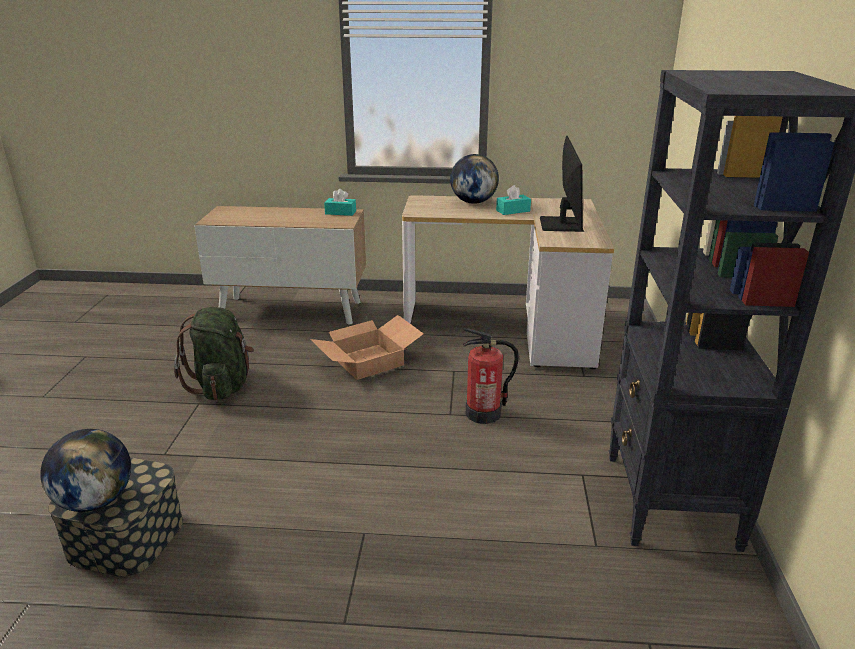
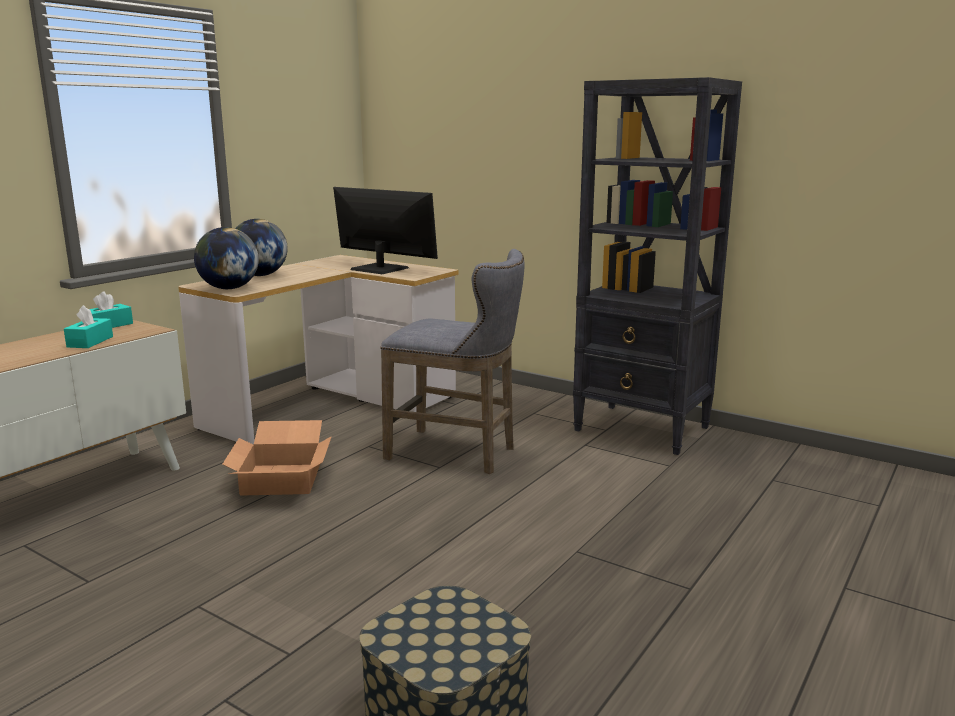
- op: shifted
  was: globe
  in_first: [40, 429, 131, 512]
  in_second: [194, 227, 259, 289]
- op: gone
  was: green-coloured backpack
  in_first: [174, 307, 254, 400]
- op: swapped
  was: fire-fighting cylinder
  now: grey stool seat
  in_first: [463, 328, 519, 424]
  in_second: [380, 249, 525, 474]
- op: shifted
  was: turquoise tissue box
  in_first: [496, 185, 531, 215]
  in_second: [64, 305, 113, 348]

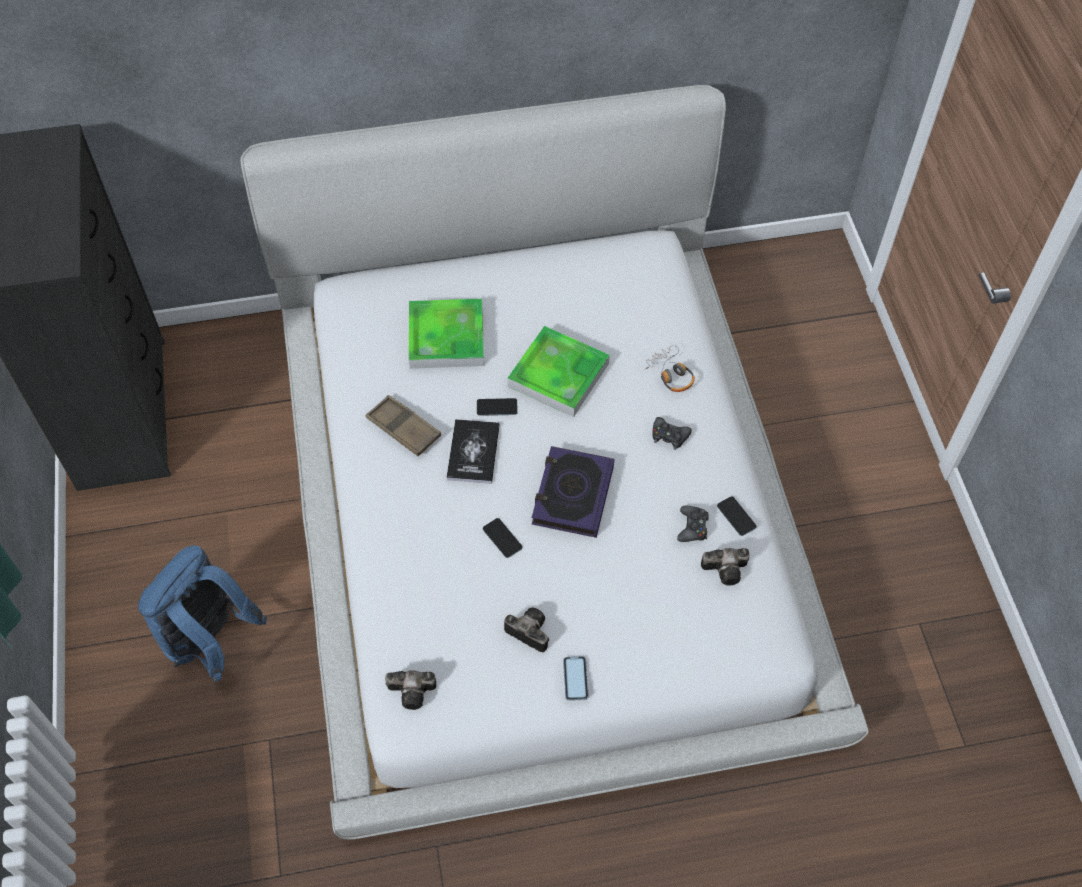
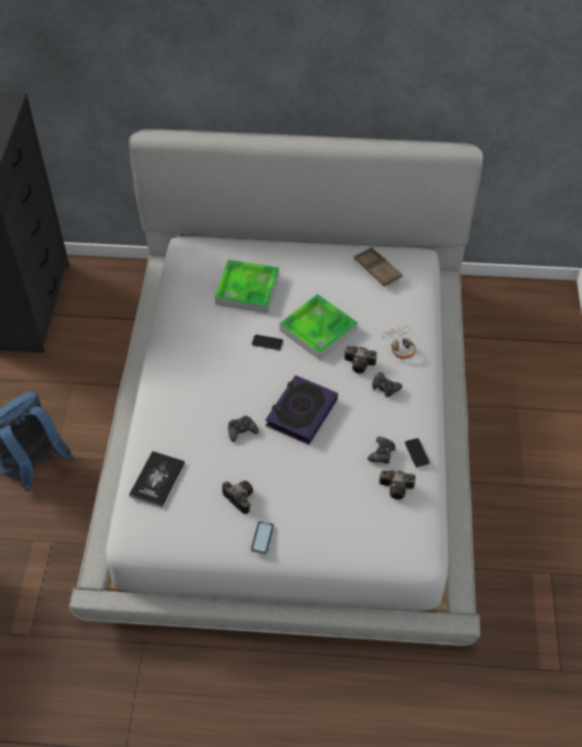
- op: shifted
  was: brownish serving tray
  in_first: [366, 395, 441, 456]
  in_second: [354, 247, 402, 286]
- op: shifted
  was: photo camera
  in_first: [385, 670, 436, 710]
  in_second: [344, 347, 377, 374]
- op: shifted
  was: volume
  in_first: [446, 419, 500, 484]
  in_second: [129, 451, 185, 507]
- op: swapped
  was: telephone
  now: blackish game controller
  in_first: [483, 518, 522, 558]
  in_second: [228, 416, 259, 442]

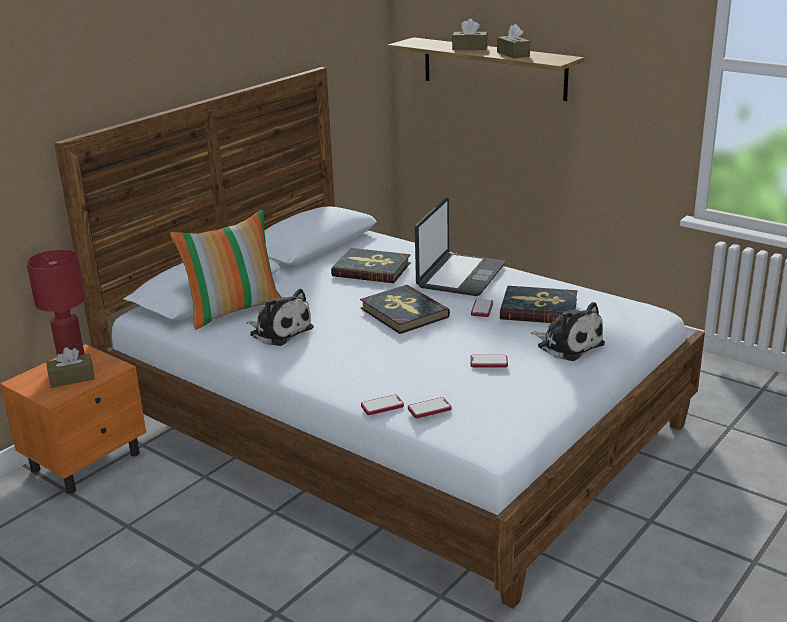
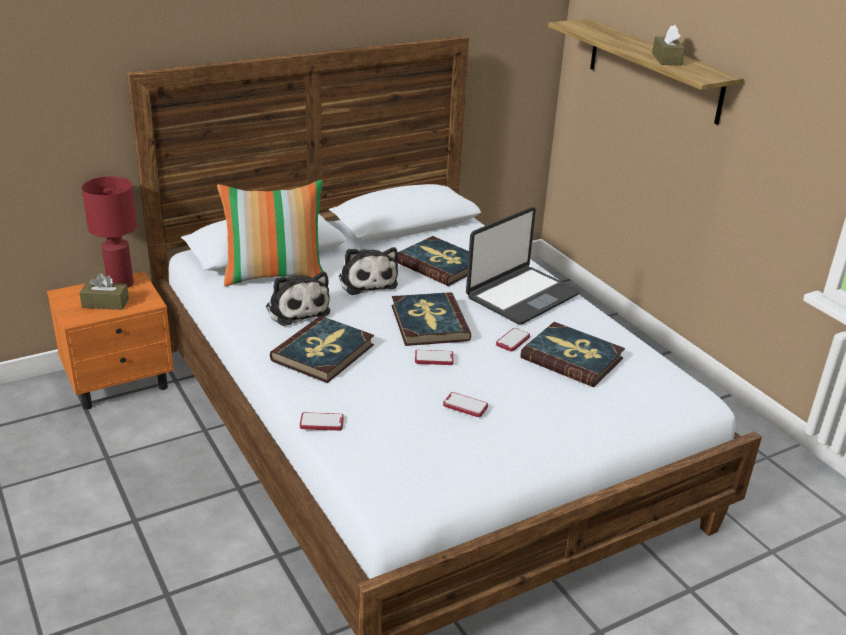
- op: shifted
  was: telephone
  in_first: [408, 397, 451, 418]
  in_second: [415, 350, 454, 365]
- op: gone
  was: brownish tissue box
  in_first: [452, 19, 488, 50]
- op: shifted
  was: cuddly toy
  in_first: [531, 302, 605, 361]
  in_second: [339, 247, 398, 295]
- op: new
  now: volume
  in_second: [270, 316, 374, 383]

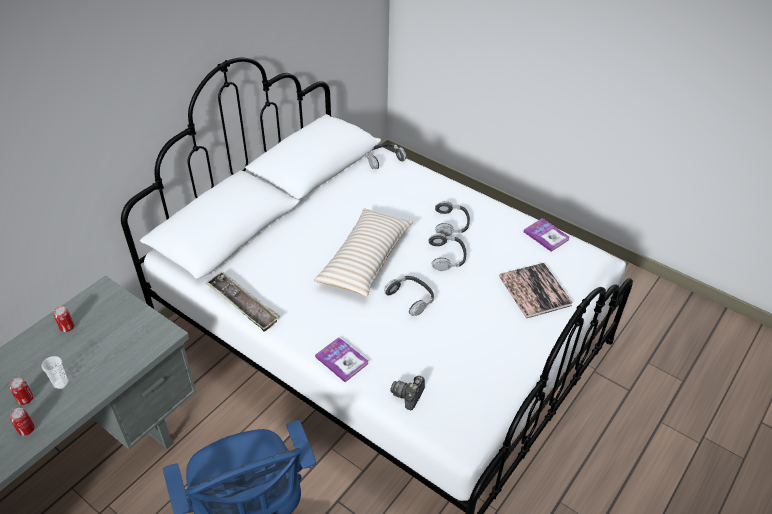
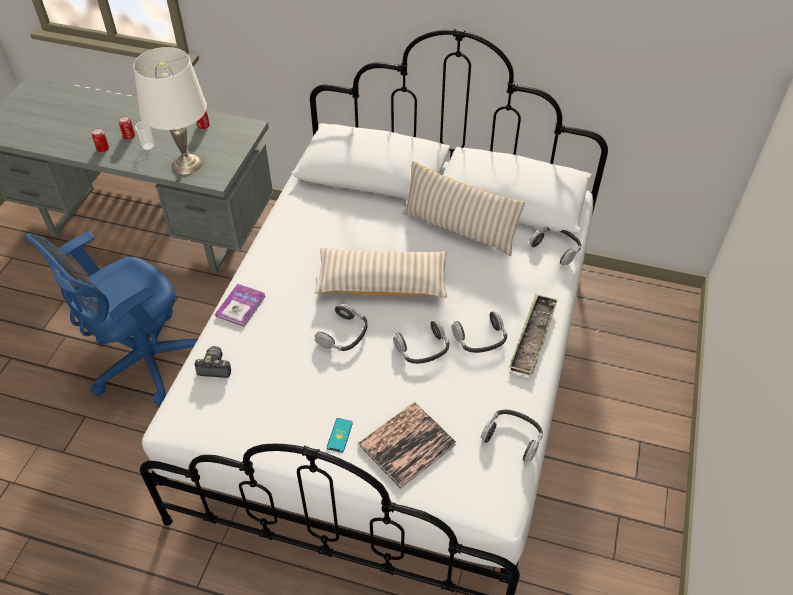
- op: shifted
  was: serving tray
  in_first: [205, 271, 280, 332]
  in_second: [509, 294, 558, 375]
- op: swapped
  was: volume
  now: pair of headphones
  in_first: [524, 218, 570, 252]
  in_second: [481, 410, 543, 462]
- op: new
  now: whitish tabletop lamp
  in_second: [133, 47, 207, 175]
- op: new
  now: telephone
  in_second: [327, 418, 353, 453]
- op: new
  now: beige pillow
  in_second: [402, 161, 525, 256]

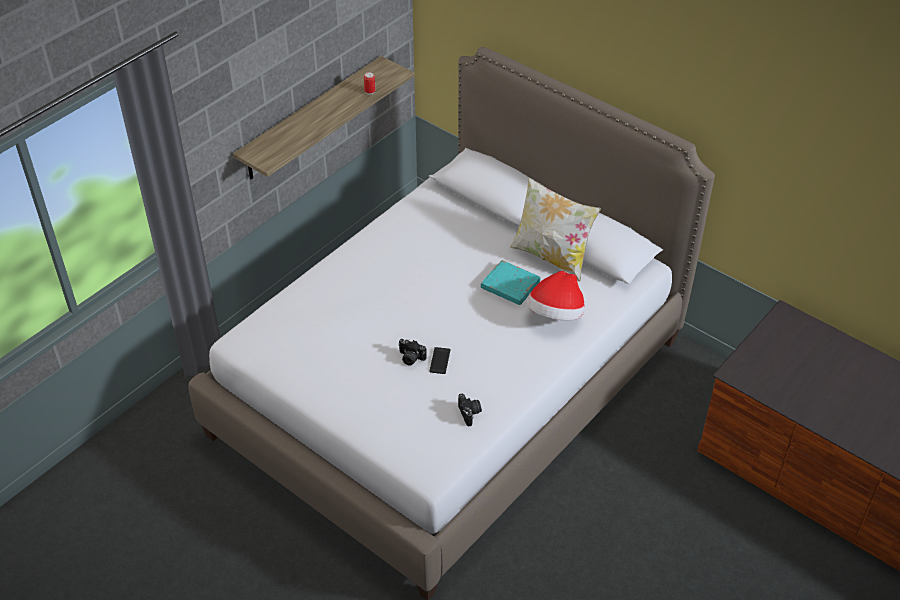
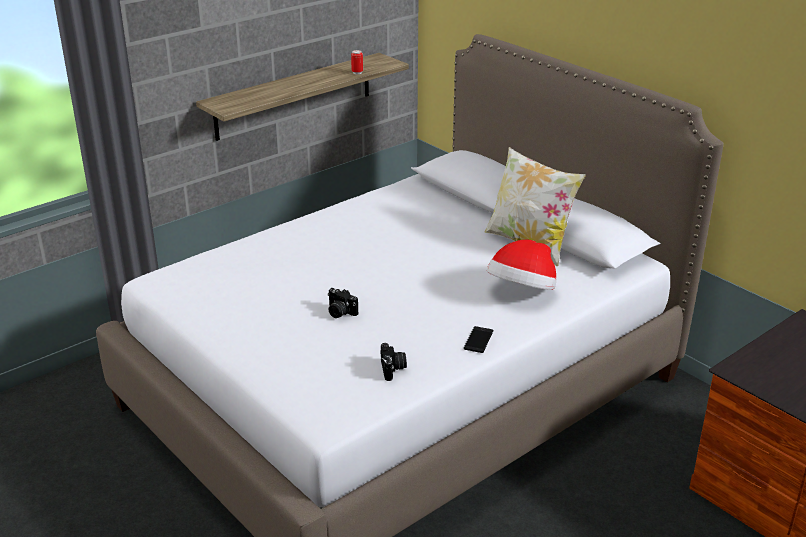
- op: shifted
  was: telephone
  in_first: [429, 347, 450, 374]
  in_second: [464, 326, 493, 353]
- op: gone
  was: turquoise volume
  in_first: [481, 260, 541, 305]

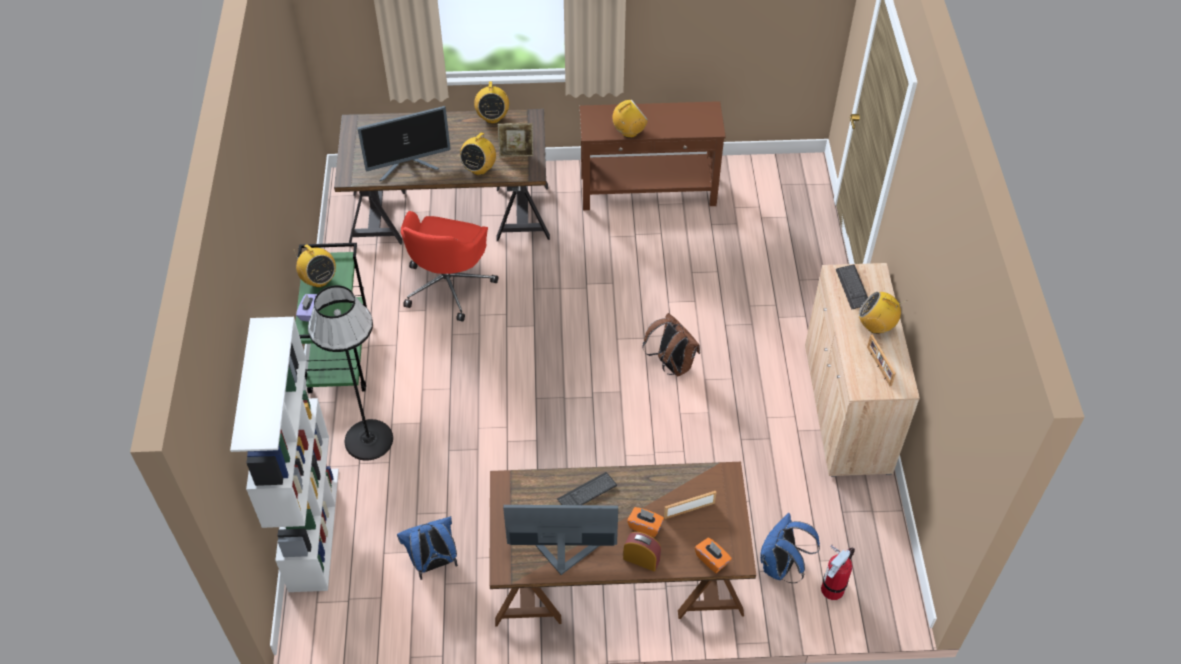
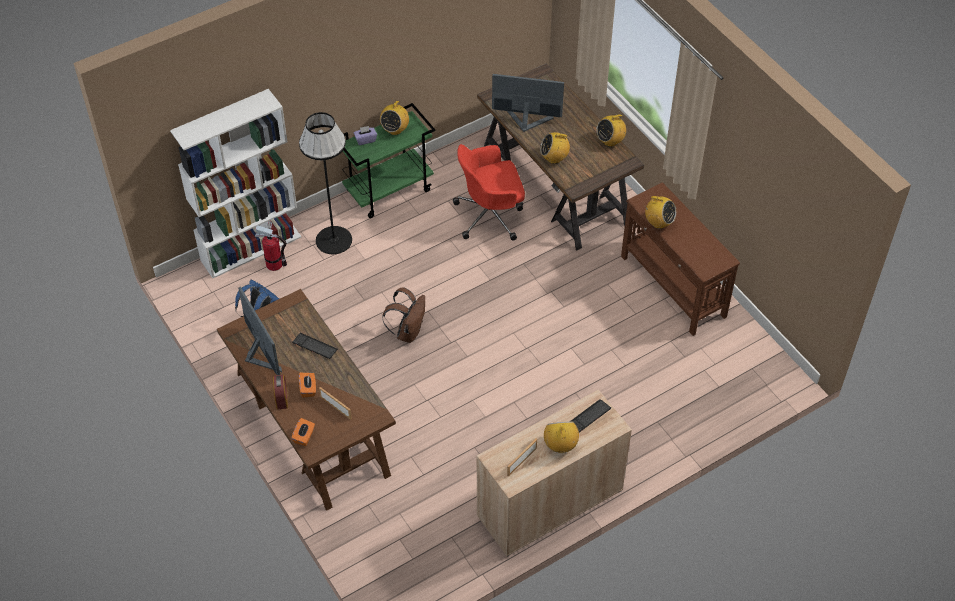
- op: rotated
  was: monitor
  in_first: [357, 106, 451, 181]
  in_second: [492, 74, 564, 132]
  clockwise: 150
- op: gone
  was: picture frame
  in_first: [498, 123, 533, 157]
- op: shifted
  was: brownish backpack
  in_first: [642, 313, 700, 376]
  in_second: [382, 287, 425, 343]
- op: gone
  was: blue-coloured backpack
  in_first: [760, 513, 820, 583]
- op: shifted
  was: fire-fighting cylinder
  in_first: [821, 545, 855, 600]
  in_second: [255, 221, 287, 271]

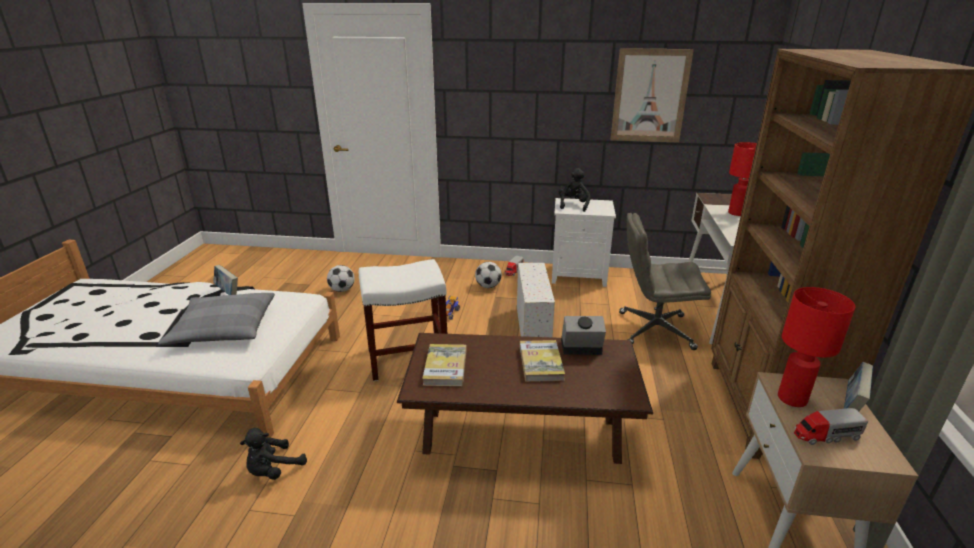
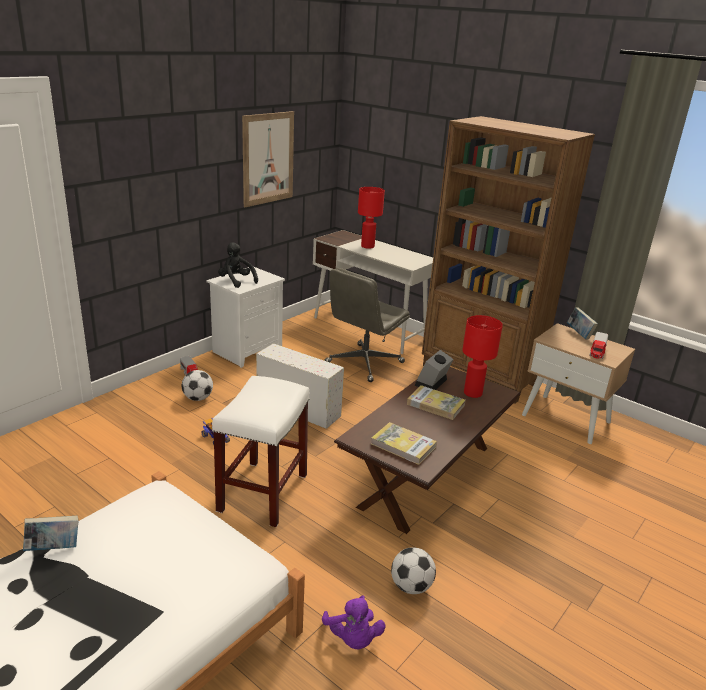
- op: gone
  was: grey pillow
  in_first: [158, 293, 275, 345]
- op: repainted
  was: blackish cuddly toy
  now: purple-coloured cuddly toy
  in_first: [240, 428, 307, 480]
  in_second: [322, 595, 386, 649]
- op: shifted
  was: football ball
  in_first: [327, 265, 355, 292]
  in_second: [391, 547, 436, 594]
- op: shifted
  was: red tabletop lamp
  in_first: [778, 287, 855, 407]
  in_second: [462, 315, 503, 398]

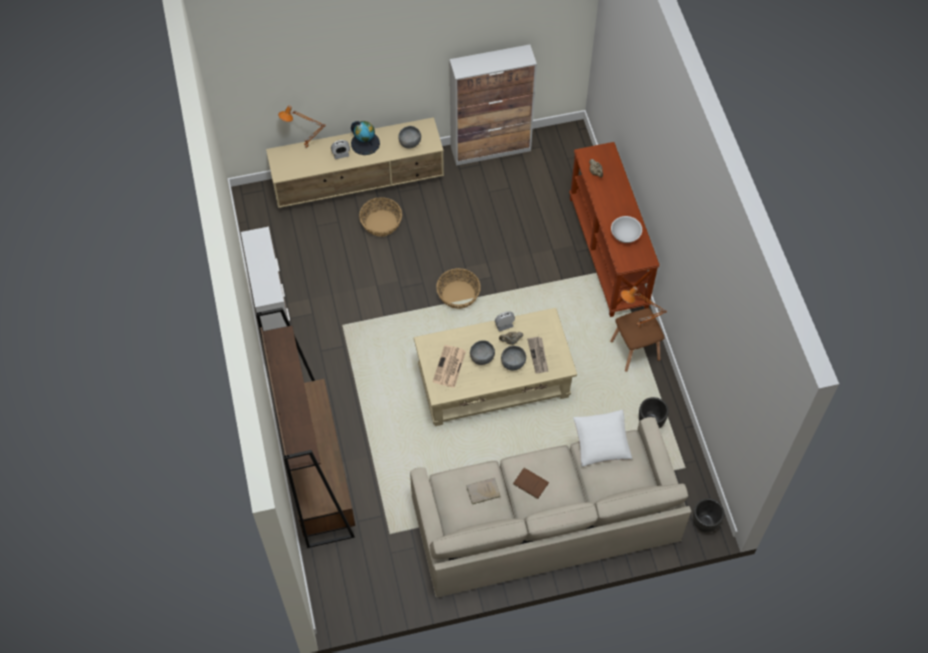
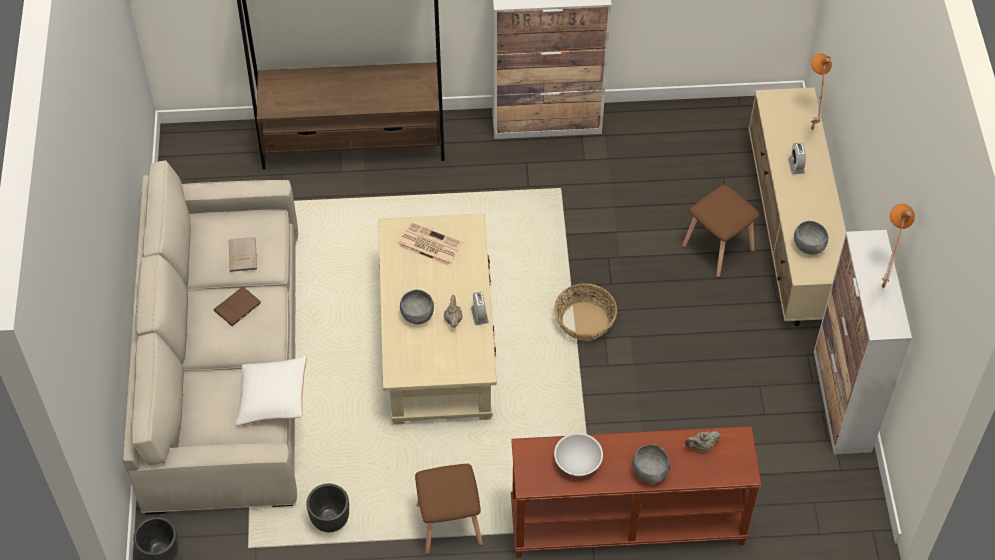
- op: gone
  was: globe
  in_first: [351, 121, 380, 155]
- op: swapped
  was: household basket
  now: brownish stool seat
  in_first: [359, 197, 402, 237]
  in_second: [682, 185, 760, 278]
- op: shifted
  was: grey serving bowl
  in_first: [470, 340, 495, 365]
  in_second: [633, 444, 670, 484]
- op: gone
  was: newspaper
  in_first: [527, 337, 548, 373]
- op: shifted
  was: orange-coloured tabletop lamp
  in_first: [621, 286, 667, 327]
  in_second: [882, 204, 915, 290]

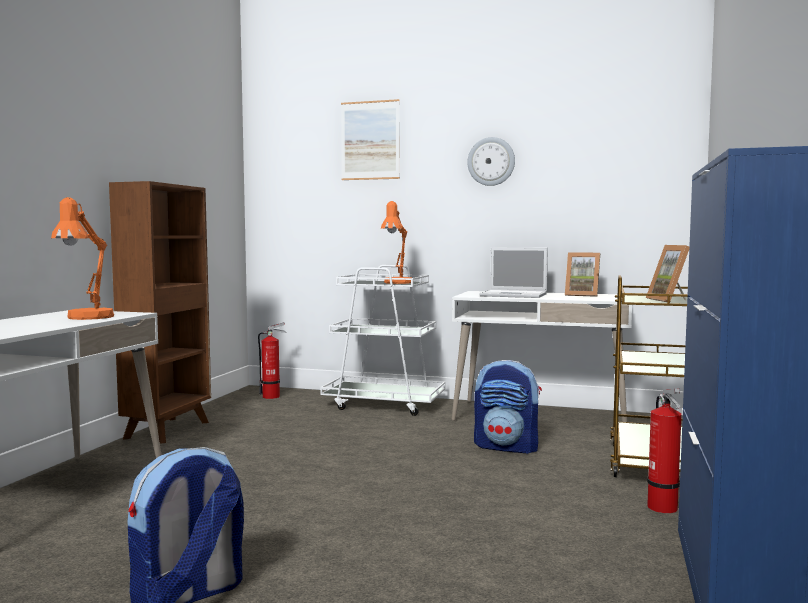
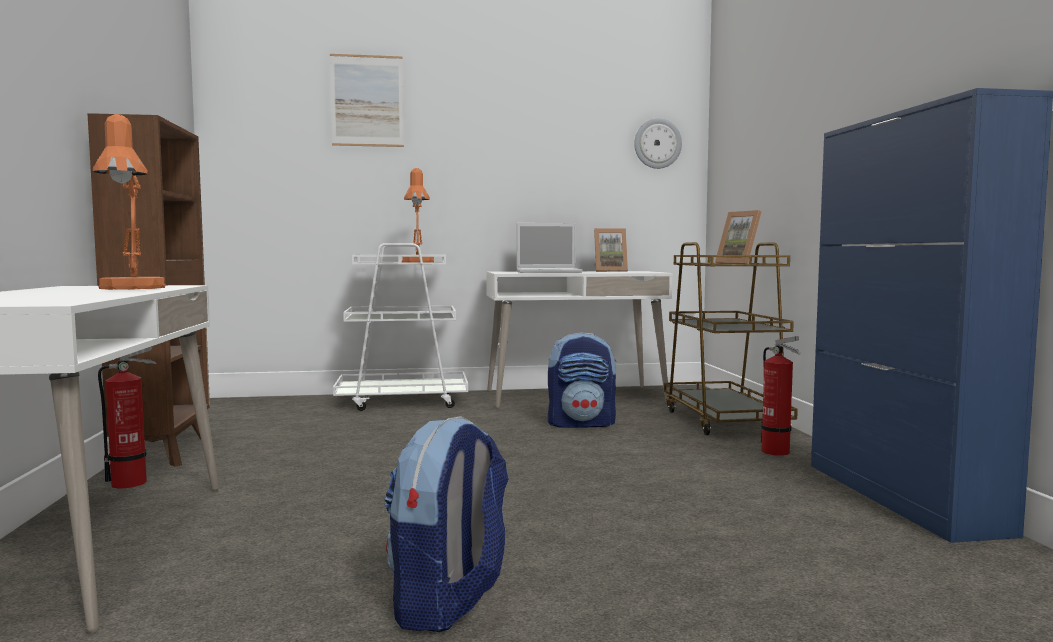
- op: shifted
  was: fire-fighting cylinder
  in_first: [258, 322, 287, 399]
  in_second: [98, 346, 157, 488]
- op: shifted
  was: clock on the wall
  in_first: [467, 137, 515, 186]
  in_second: [634, 118, 682, 169]

